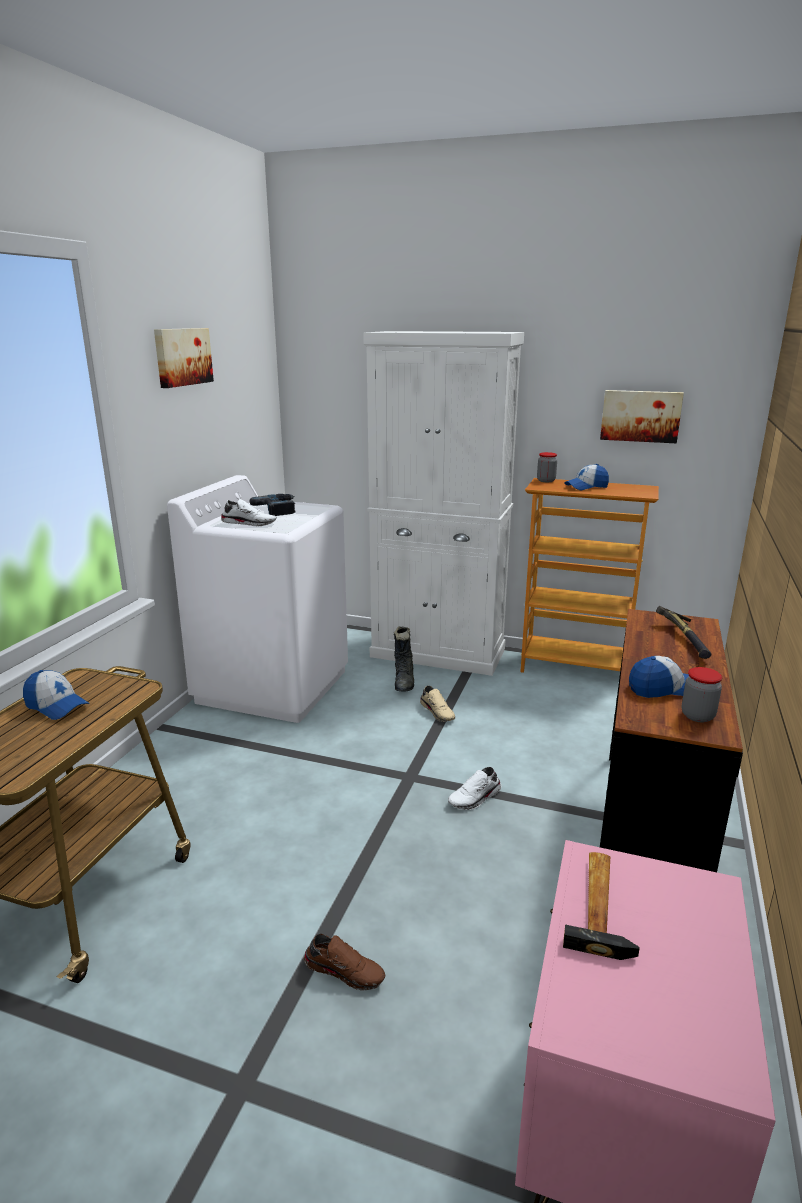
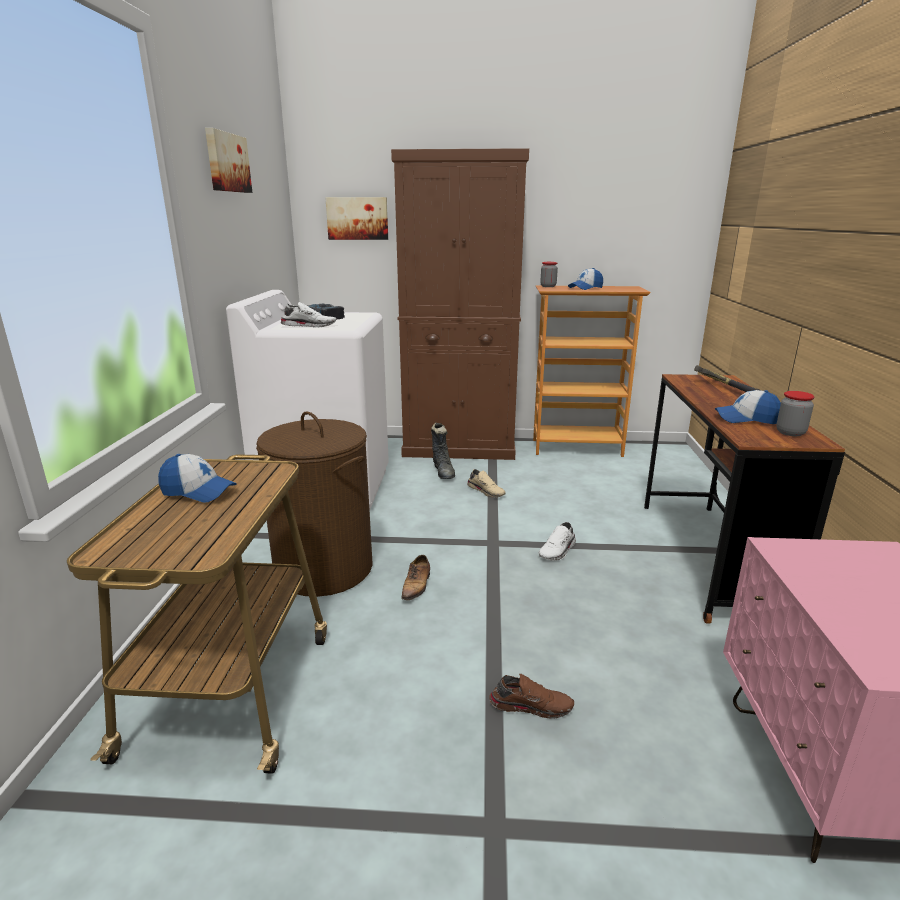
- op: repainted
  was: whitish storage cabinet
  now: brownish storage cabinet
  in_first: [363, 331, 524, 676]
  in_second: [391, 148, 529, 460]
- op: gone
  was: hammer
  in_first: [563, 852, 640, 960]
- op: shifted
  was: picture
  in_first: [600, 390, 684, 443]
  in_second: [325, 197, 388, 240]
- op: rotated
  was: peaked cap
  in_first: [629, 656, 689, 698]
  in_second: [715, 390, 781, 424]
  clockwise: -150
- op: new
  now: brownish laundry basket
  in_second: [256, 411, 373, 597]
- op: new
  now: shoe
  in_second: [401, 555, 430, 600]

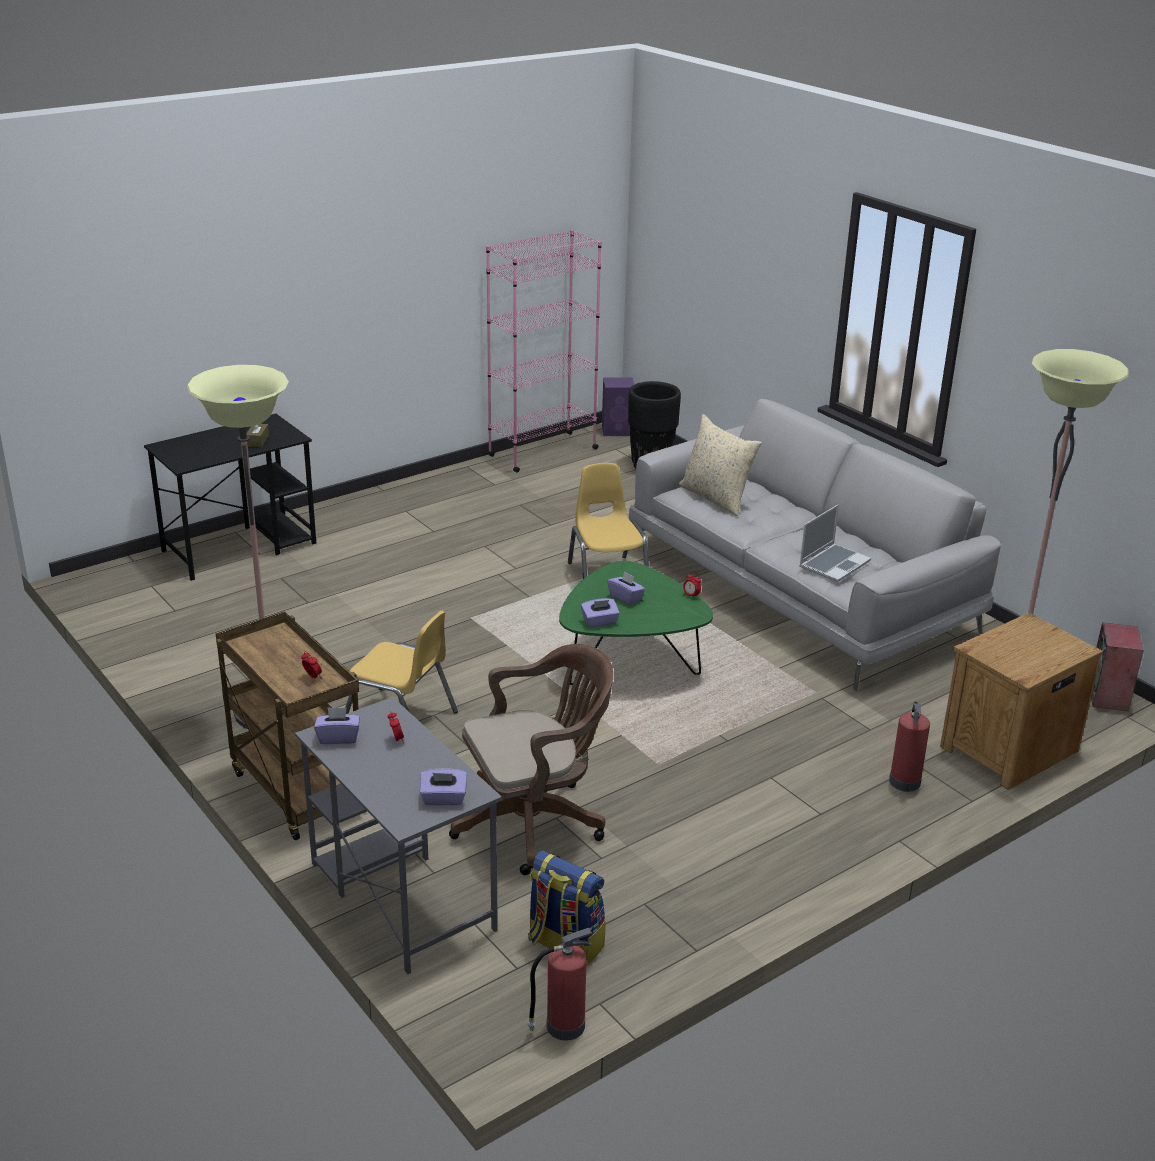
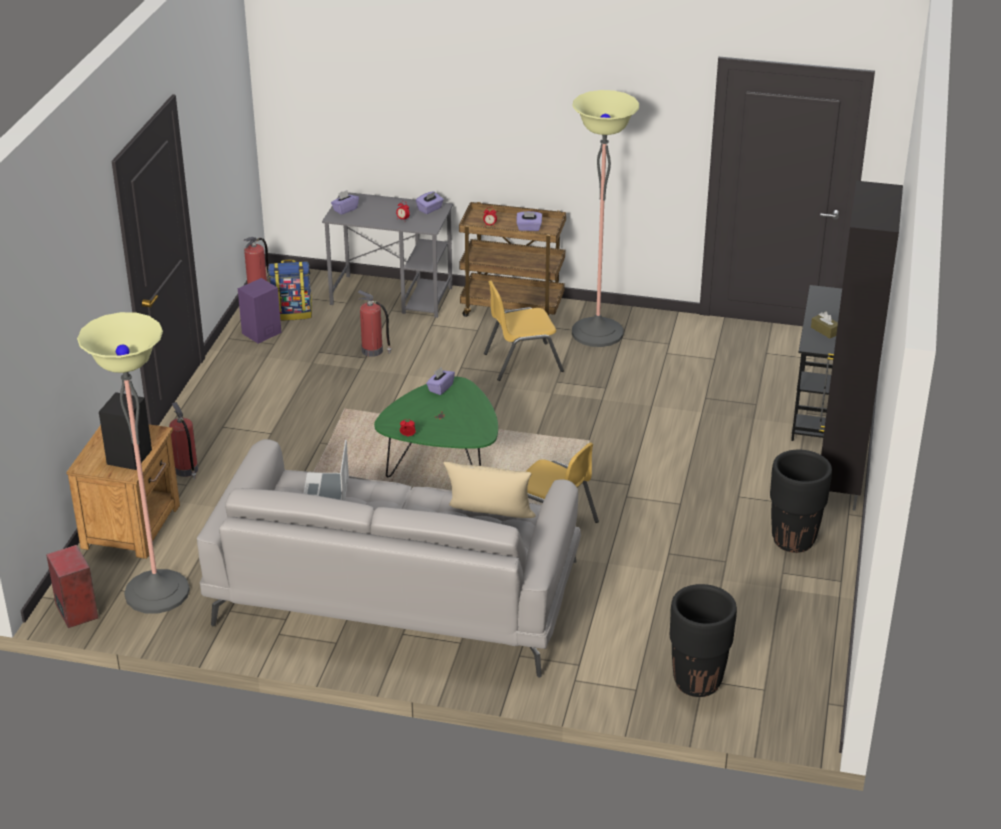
- op: swapped
  was: brownish computer chair
  now: fire-fighting cylinder
  in_first: [449, 644, 613, 875]
  in_second: [357, 290, 391, 357]
- op: gone
  was: pink-coloured bookcase
  in_first: [486, 229, 602, 473]
- op: shifted
  was: purple-coloured speaker
  in_first: [602, 377, 634, 436]
  in_second: [238, 278, 281, 344]
- op: shifted
  was: purple-coloured tissue box
  in_first: [607, 571, 645, 605]
  in_second: [516, 211, 542, 231]
- op: new
  now: blackish speaker
  in_second: [99, 392, 152, 470]
- op: new
  now: blackish flower pot
  in_second: [770, 450, 832, 553]
- op: new
  now: blackish storage cabinet
  in_second: [818, 181, 903, 511]

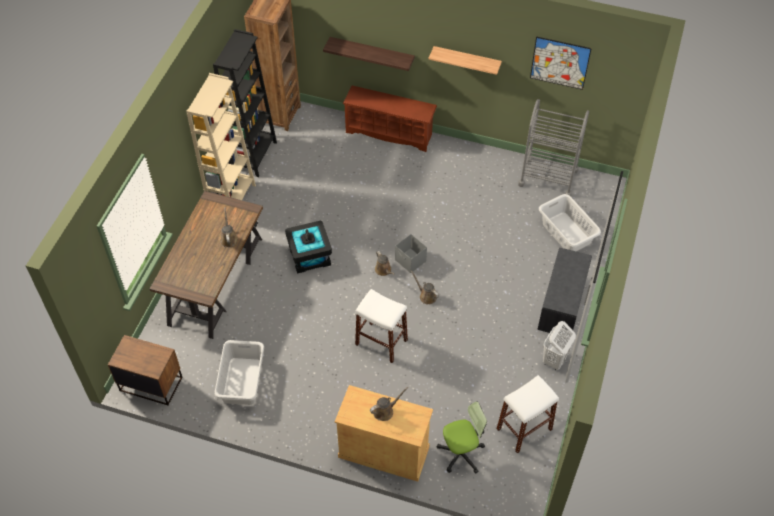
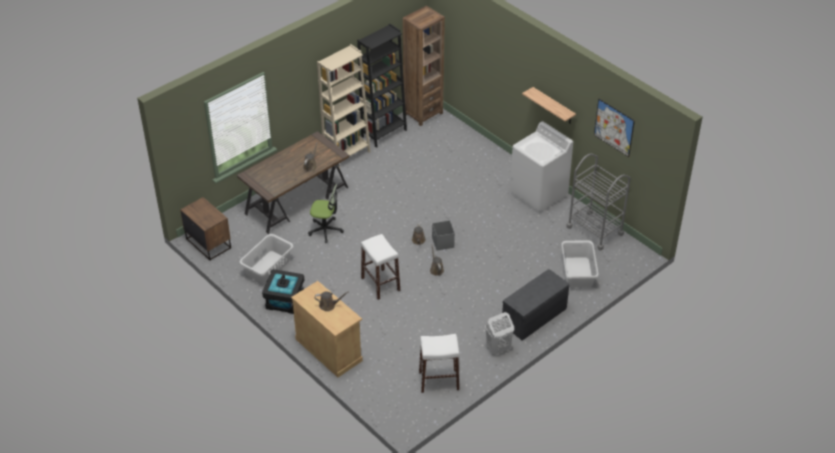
- op: shifted
  was: blackish storage bin
  in_first: [285, 221, 332, 274]
  in_second: [262, 269, 304, 314]
- op: gone
  was: bracket shelf
  in_first: [323, 37, 415, 71]
- op: gone
  was: brownish shoe stand
  in_first: [343, 86, 437, 152]
- op: shifted
  was: computer chair
  in_first: [436, 402, 487, 474]
  in_second: [308, 184, 344, 243]
- op: new
  now: whitish washing machine
  in_second: [510, 121, 573, 214]

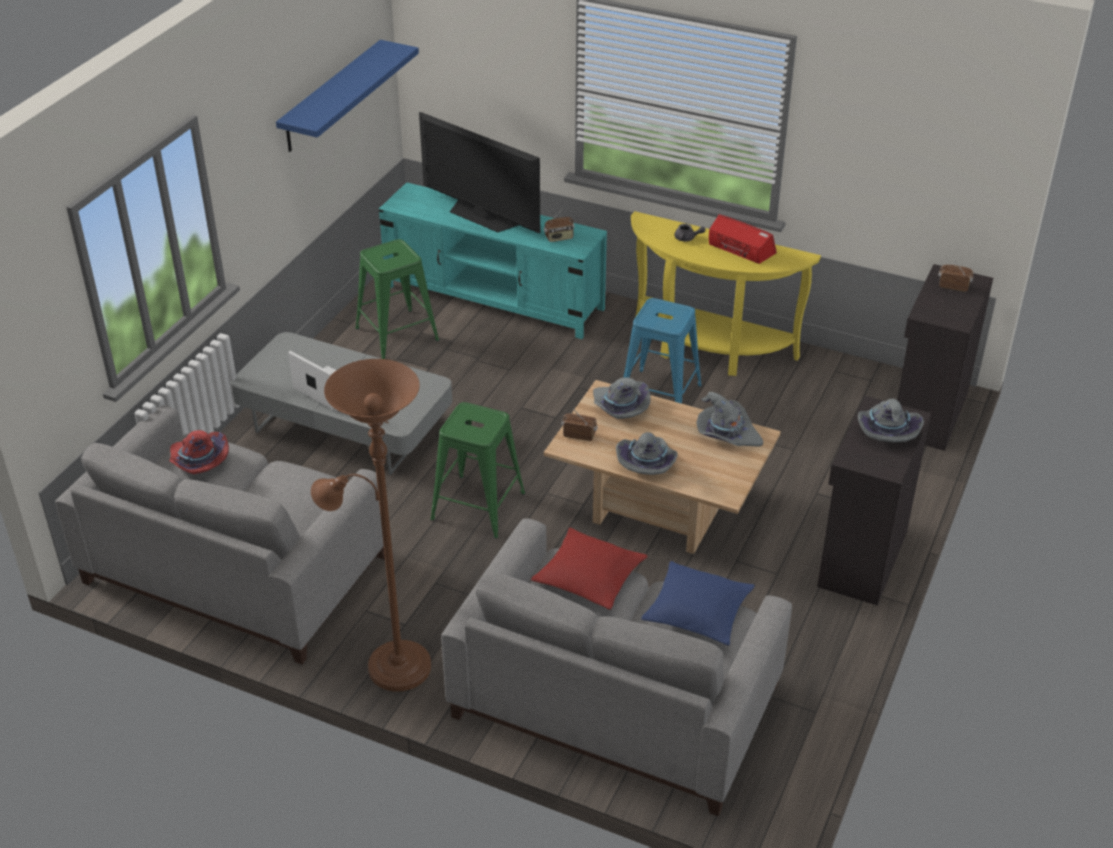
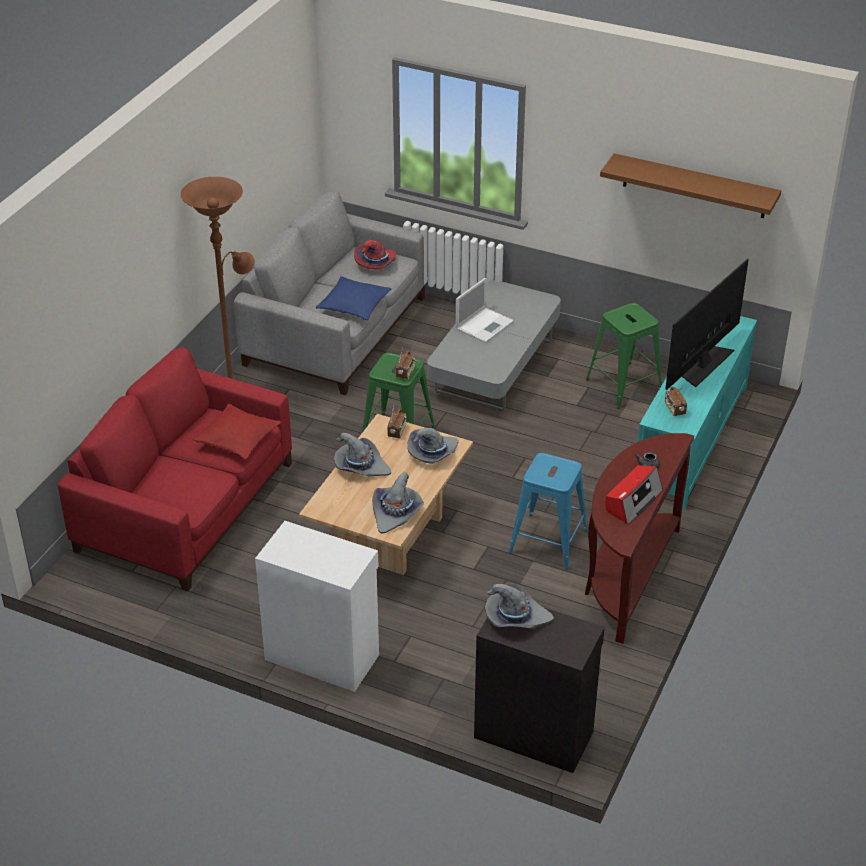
- op: repainted
  was: blue-coloured bracket shelf
  now: brownish bracket shelf
  in_first: [276, 40, 419, 152]
  in_second: [600, 153, 781, 218]
- op: repainted
  was: grey sofa
  now: red sofa
  in_first: [441, 518, 792, 816]
  in_second: [58, 348, 292, 592]
- op: repainted
  was: yellow narrow table
  now: brownish narrow table
  in_first: [631, 211, 821, 376]
  in_second: [585, 433, 694, 644]
- op: shifted
  was: blue-coloured pillow
  in_first: [641, 561, 755, 646]
  in_second: [316, 276, 392, 320]
- op: repainted
  was: blackish storage cabinet
  now: whitish storage cabinet
  in_first: [817, 396, 931, 606]
  in_second: [255, 521, 379, 692]
- op: shifted
  was: grey wearable hat
  in_first: [858, 399, 924, 442]
  in_second: [485, 583, 554, 628]
- op: shifted
  was: radio
  in_first: [938, 259, 973, 292]
  in_second: [396, 346, 415, 379]

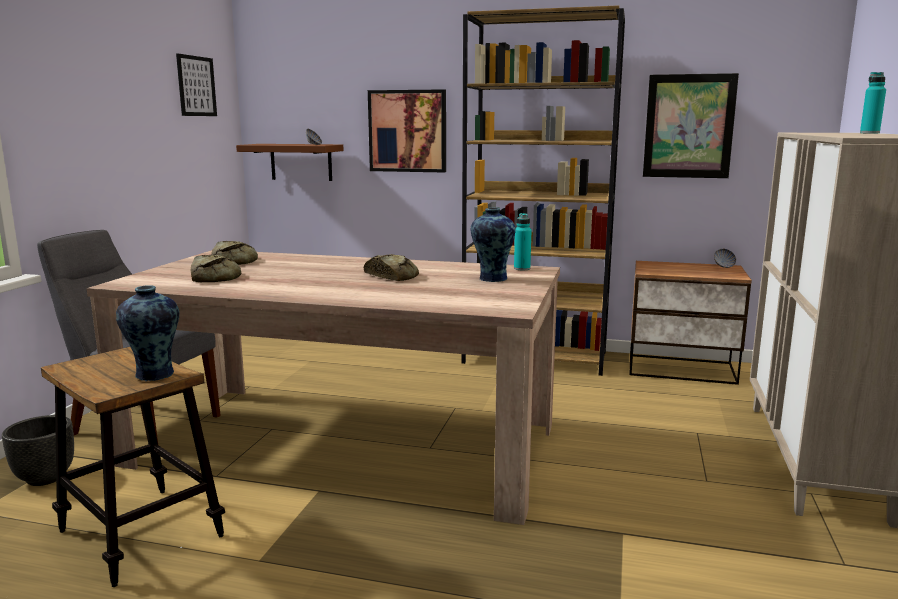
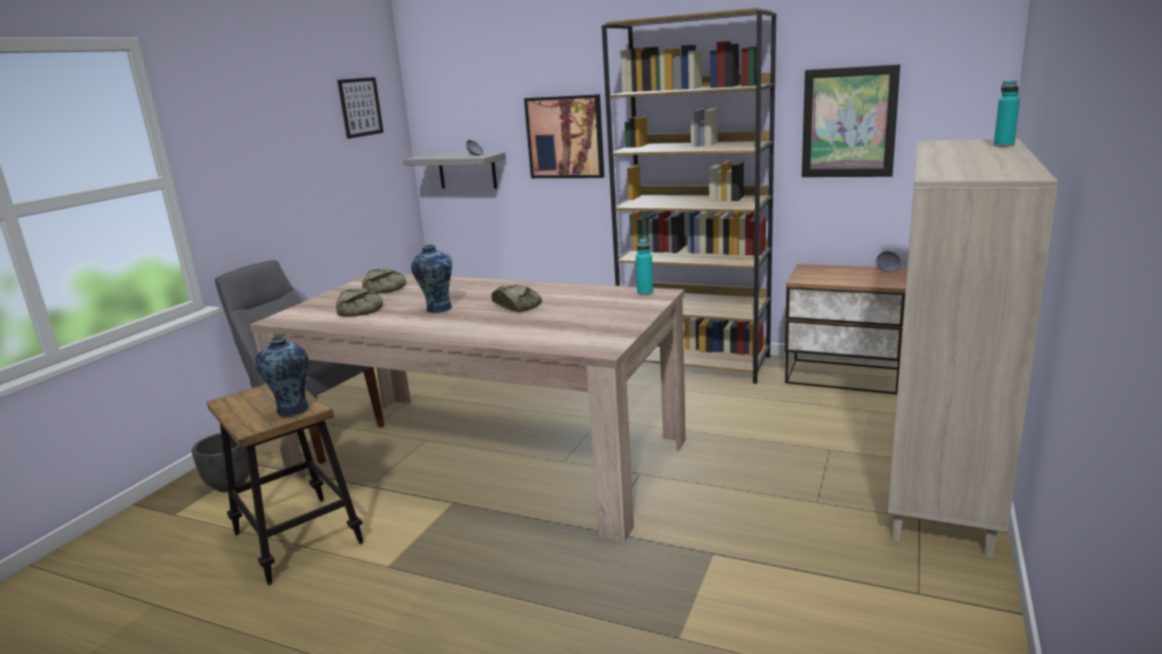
- op: repainted
  was: brownish bracket shelf
  now: grey bracket shelf
  in_first: [236, 144, 344, 181]
  in_second: [403, 152, 506, 188]
- op: shifted
  was: decorative vase
  in_first: [471, 208, 516, 282]
  in_second: [411, 245, 452, 313]

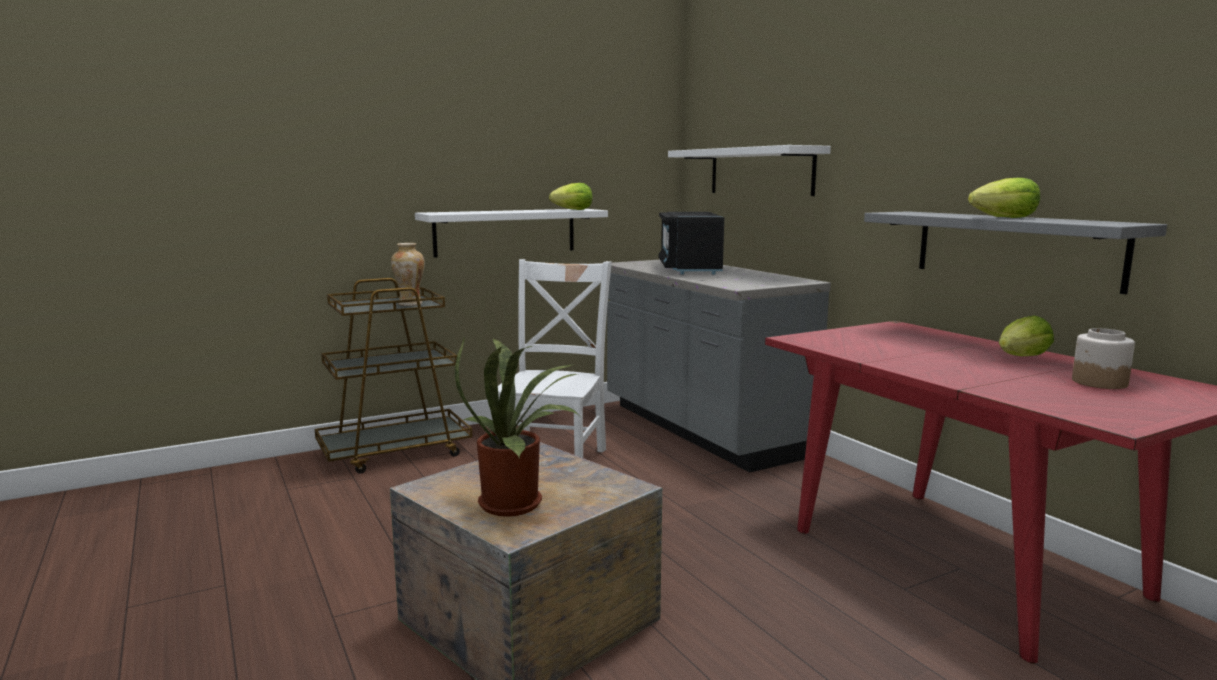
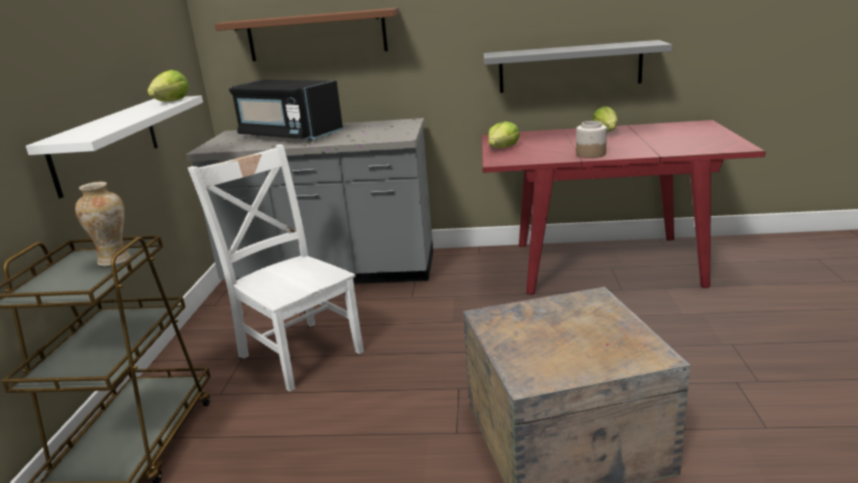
- op: gone
  was: potted plant
  in_first: [455, 336, 579, 517]
- op: repainted
  was: whitish bracket shelf
  now: brownish bracket shelf
  in_first: [668, 145, 831, 196]
  in_second: [215, 7, 399, 61]
- op: shifted
  was: lettuce
  in_first: [968, 178, 1040, 218]
  in_second: [488, 121, 520, 148]
- op: shifted
  was: storage jar
  in_first: [1072, 328, 1135, 389]
  in_second: [576, 121, 607, 158]

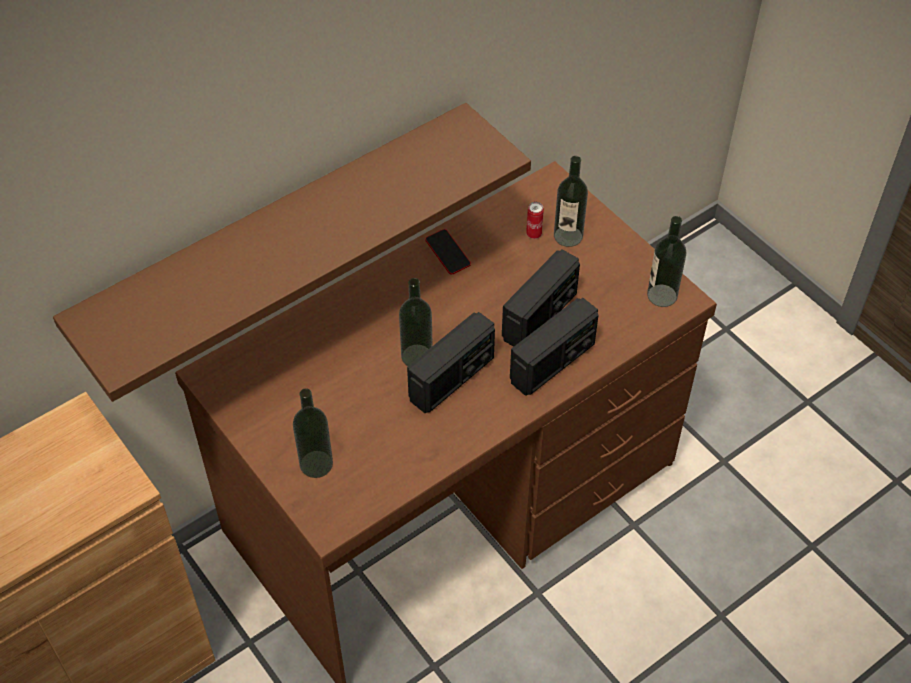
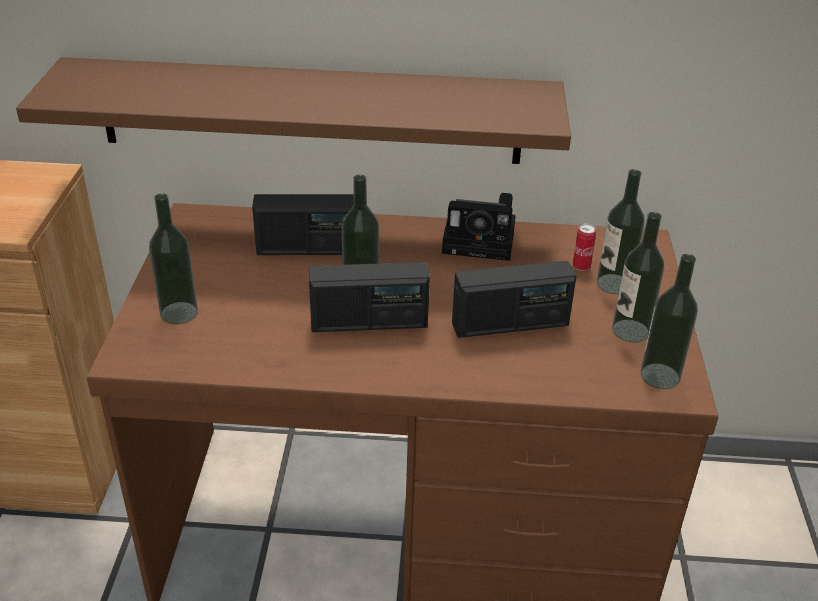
- op: swapped
  was: telephone
  now: photo camera
  in_first: [425, 229, 471, 275]
  in_second: [442, 193, 516, 261]
- op: shifted
  was: radio
  in_first: [510, 298, 599, 396]
  in_second: [252, 194, 354, 255]
- op: new
  now: drink bottle
  in_second: [612, 212, 664, 342]

